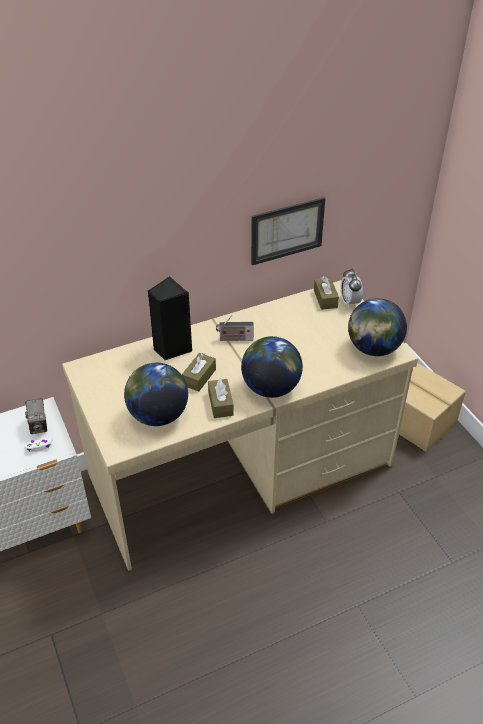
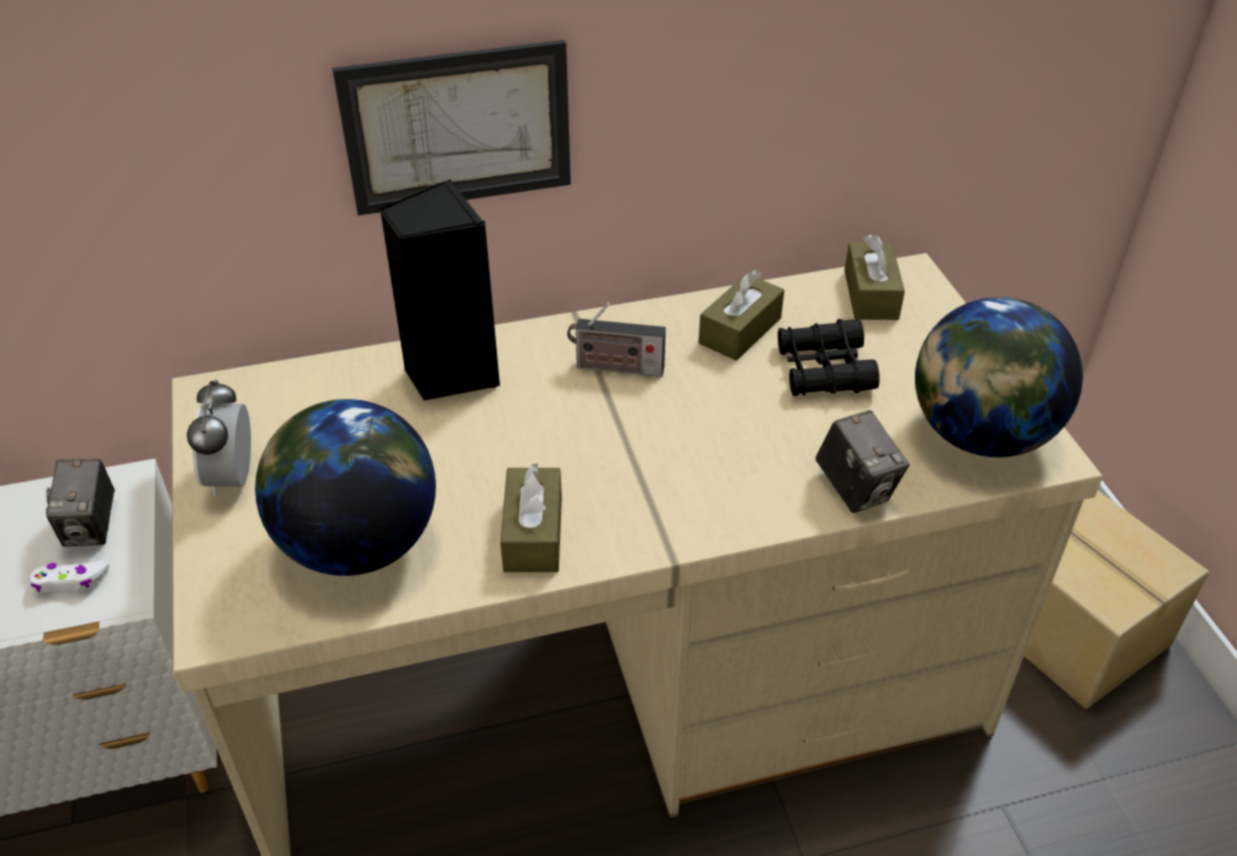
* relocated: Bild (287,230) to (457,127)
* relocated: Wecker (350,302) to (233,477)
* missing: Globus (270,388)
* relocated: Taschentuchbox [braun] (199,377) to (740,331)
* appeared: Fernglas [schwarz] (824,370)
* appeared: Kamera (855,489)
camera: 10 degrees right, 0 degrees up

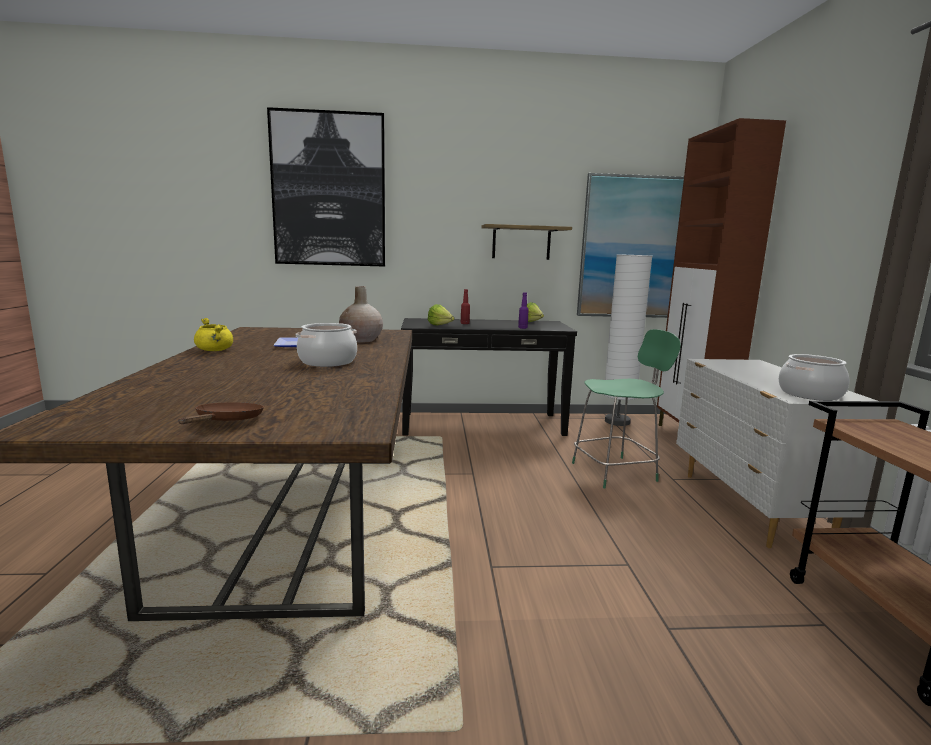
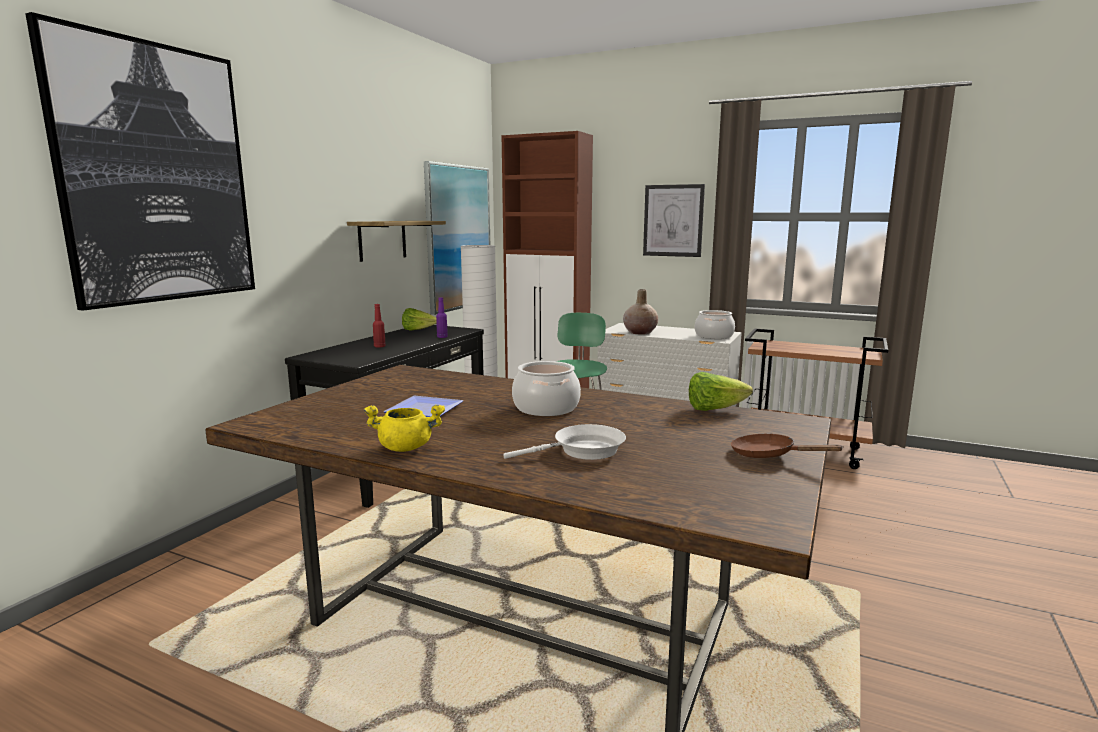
* relocated: Vase [beige] (361,340) to (640,332)
* relocated: Salatkopf (441,326) to (714,409)
* appeared: Bild (673,220)
* appeared: Pfanne [weiß] (583,451)
camera: 60 degrees left, 0 degrees up

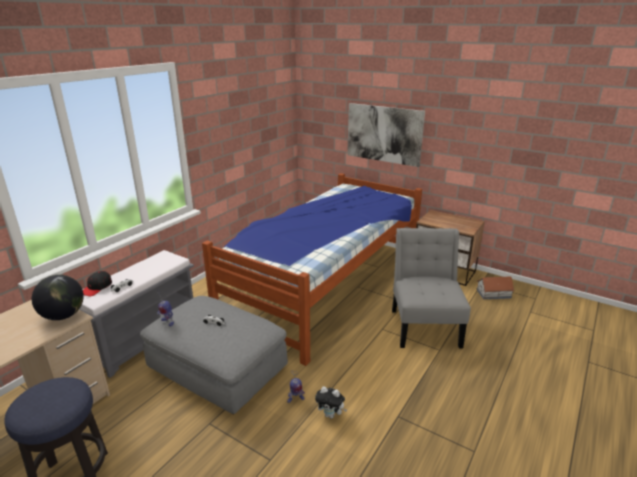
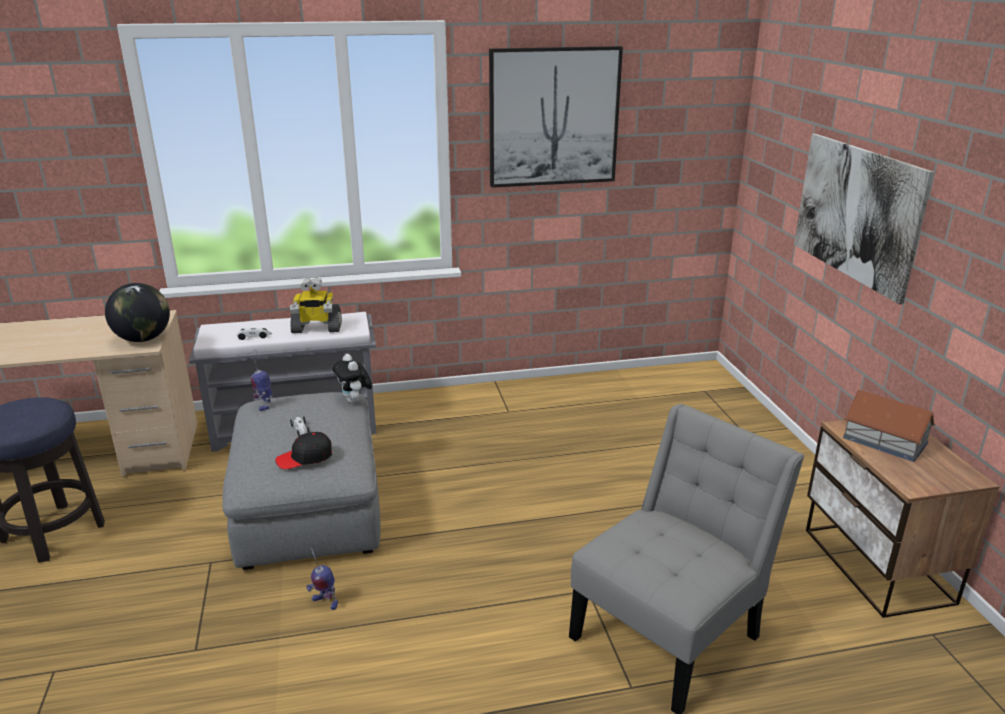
* missing: Bett (325,284)
* relocated: Kappe [schwarz] (97,288) to (305,458)
* relocated: Spielzeughaus (494,293) to (885,441)
* relocated: Plüschtier (330,415) to (355,401)
* appeared: Bild (553,117)
* appeared: Spielzeugroboter (316,328)
camera: 45 degrees right, 0 degrees up

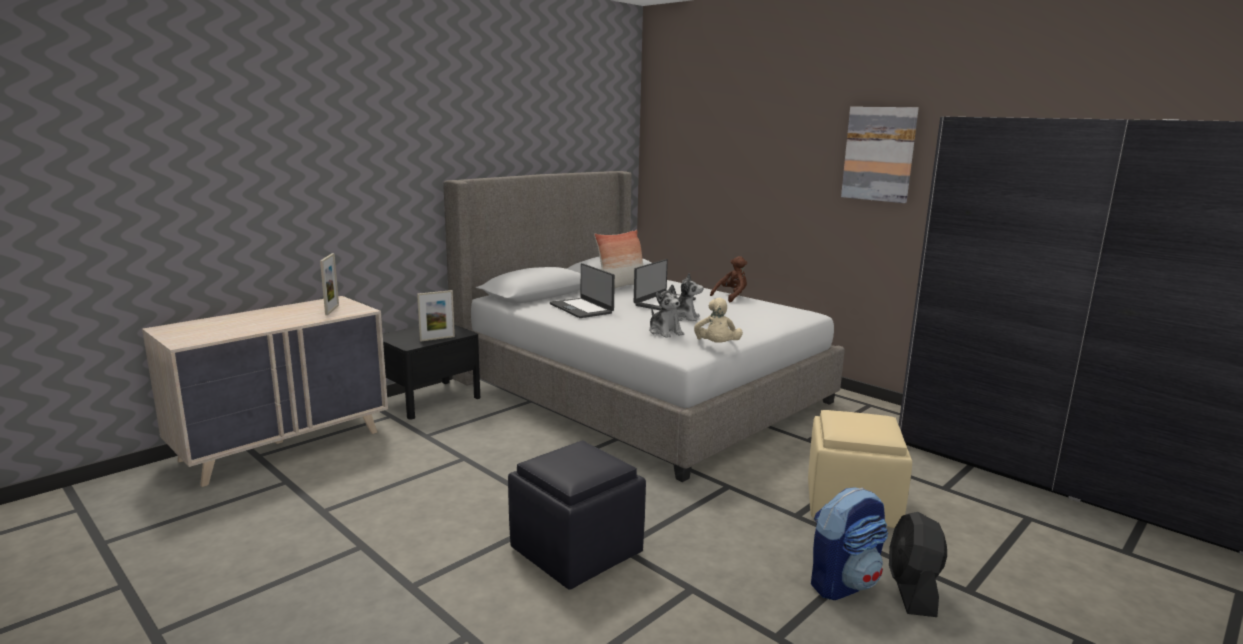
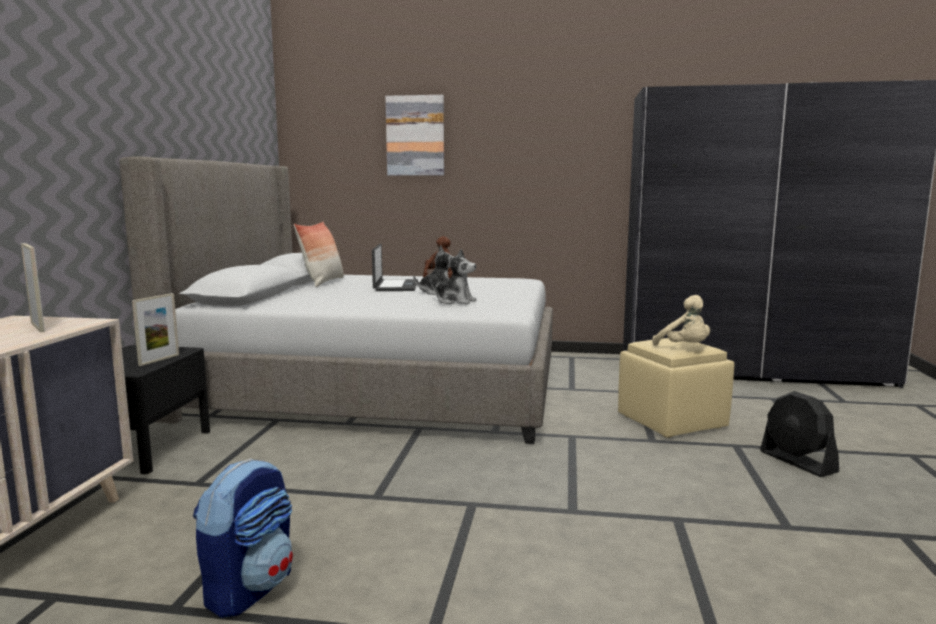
* relocated: Bild (879,154) to (415,136)
* missing: Laptop (582,308)
* relocated: Plüschtier [beige] (717,346) to (684,348)
* missing: Polsterhocker [schwarz] (576,551)
* relocated: Rucksack (844,583) to (250,588)
camera: 35 degrees left, 5 degrees down

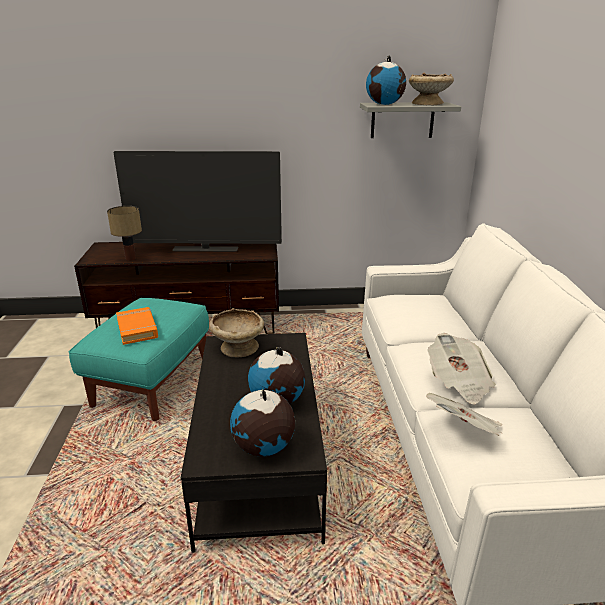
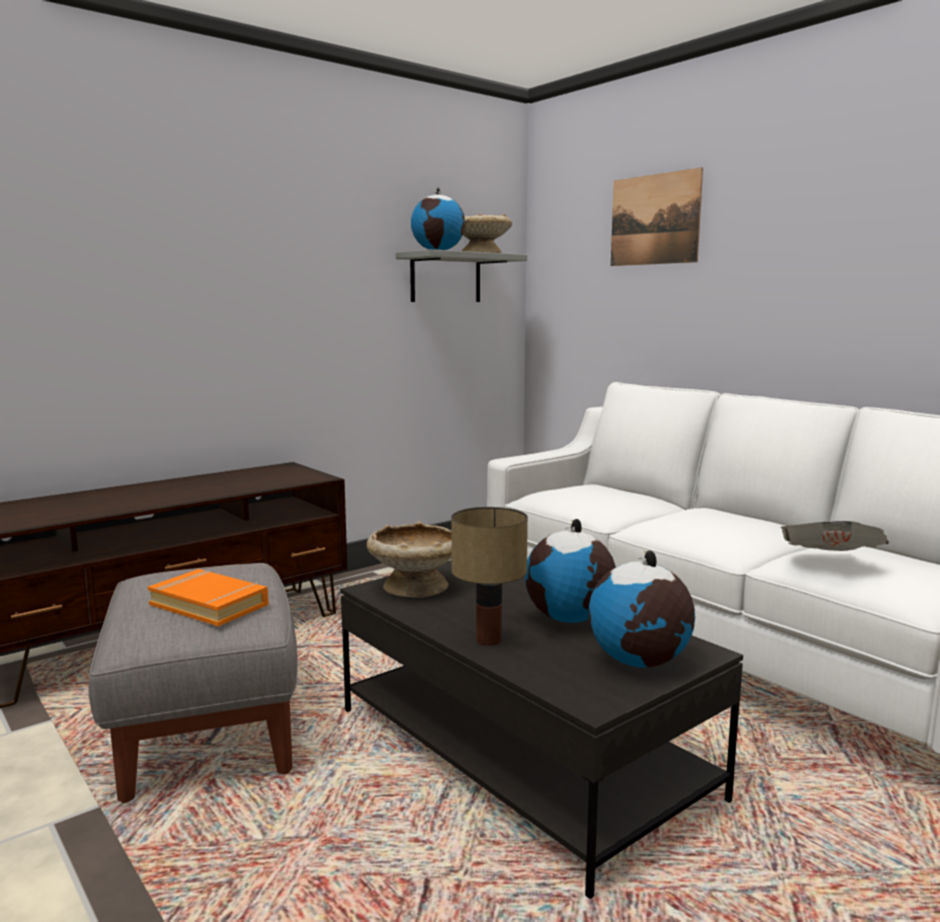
* missing: Fernseher (205,249)
* relocated: Tischlampe (131,258) to (488,639)
* colour: Polsterhocker [türkis] (153,382) to Polsterhocker [grau] (206,728)
* missing: Zeitung (459,383)
* appeared: Bild (654,219)
camera: 35 degrees left, 15 degrees down

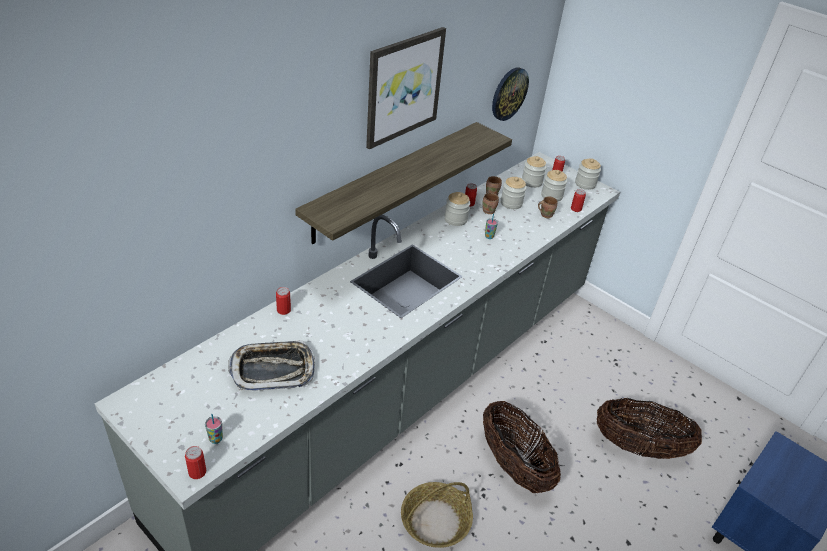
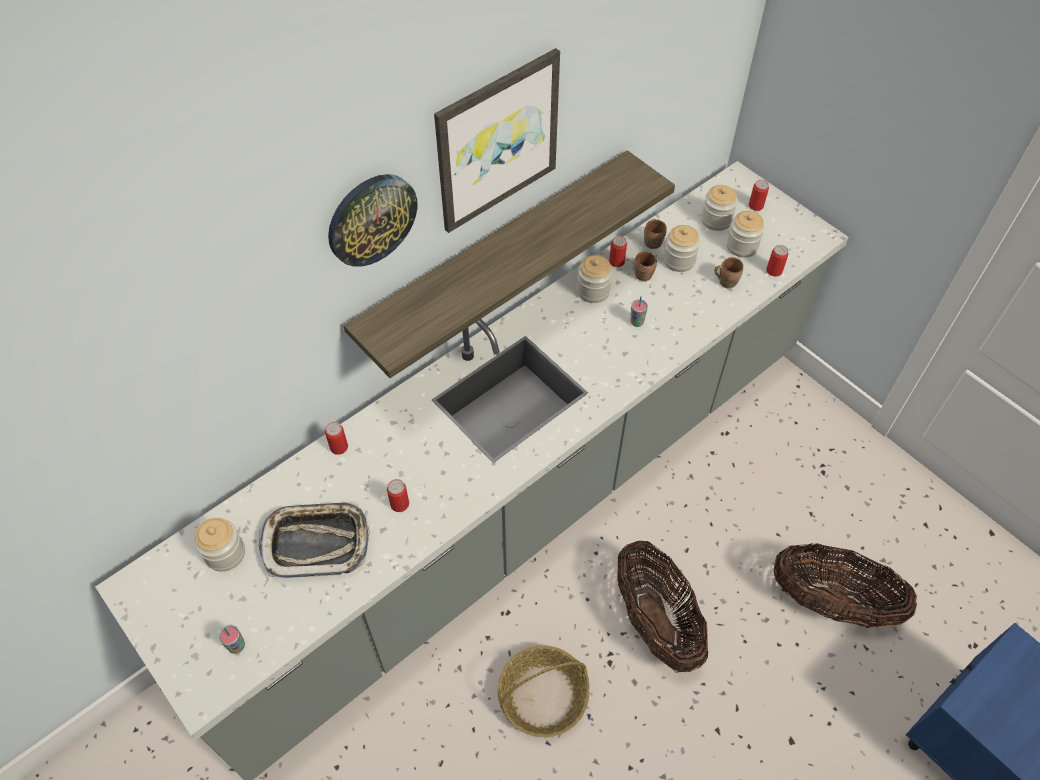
* relocated: Wanduhr (509,93) to (371,219)
* relocated: Vorratsglas (585,184) to (225,553)
* relocated: Dose (197,472) to (399,504)
camera: 10 degrees right, 15 degrees up

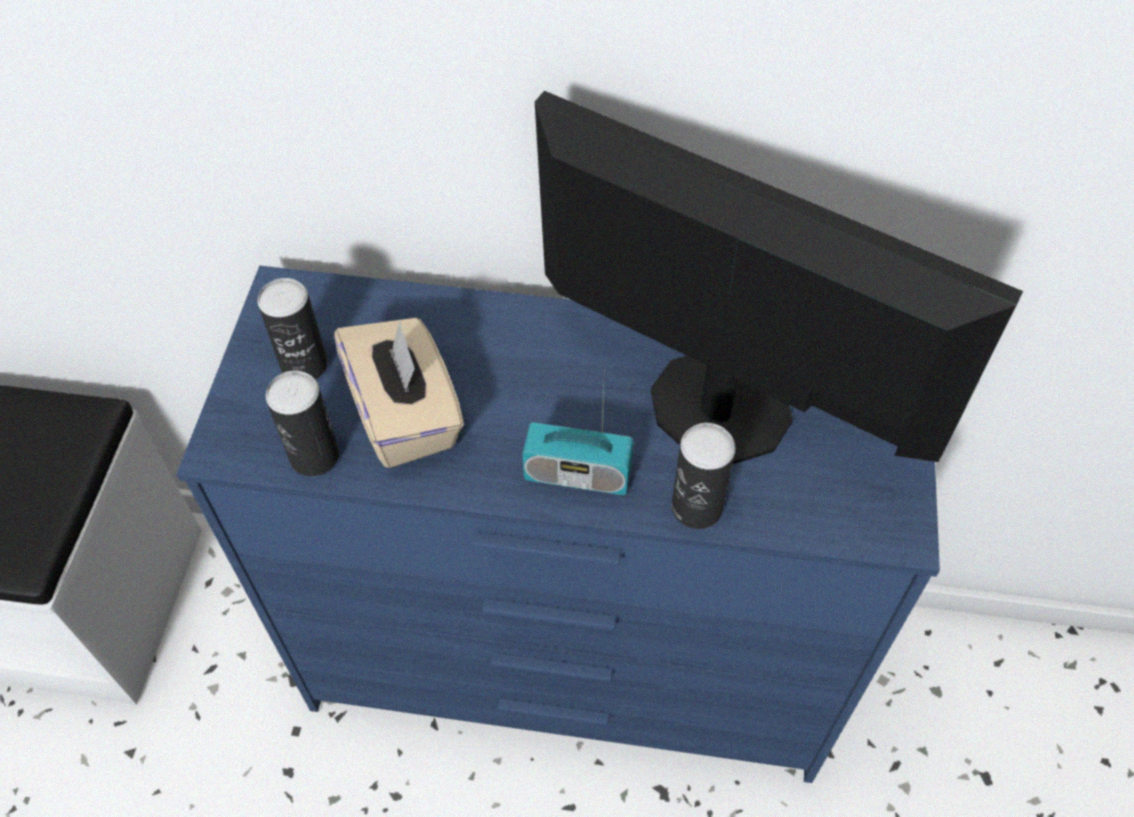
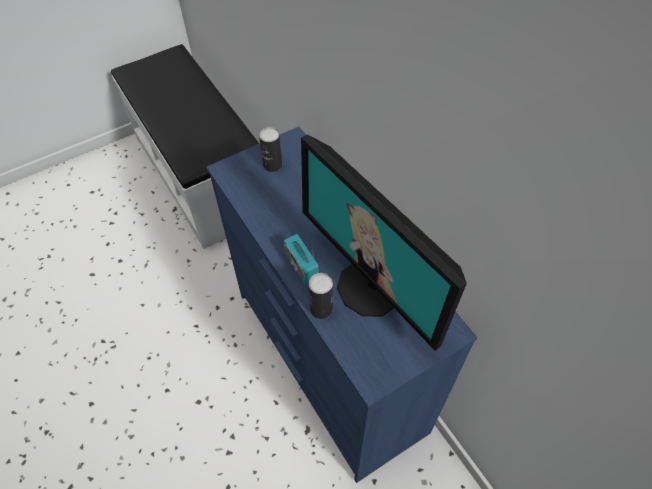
* spun: Monitor (718,408) = (370,288) 150 degrees clockwise
* missing: Taschentuchbox [beige] (406,415)
* missing: Dose (314,456)
camera: 50 degrees right, 0 degrees up

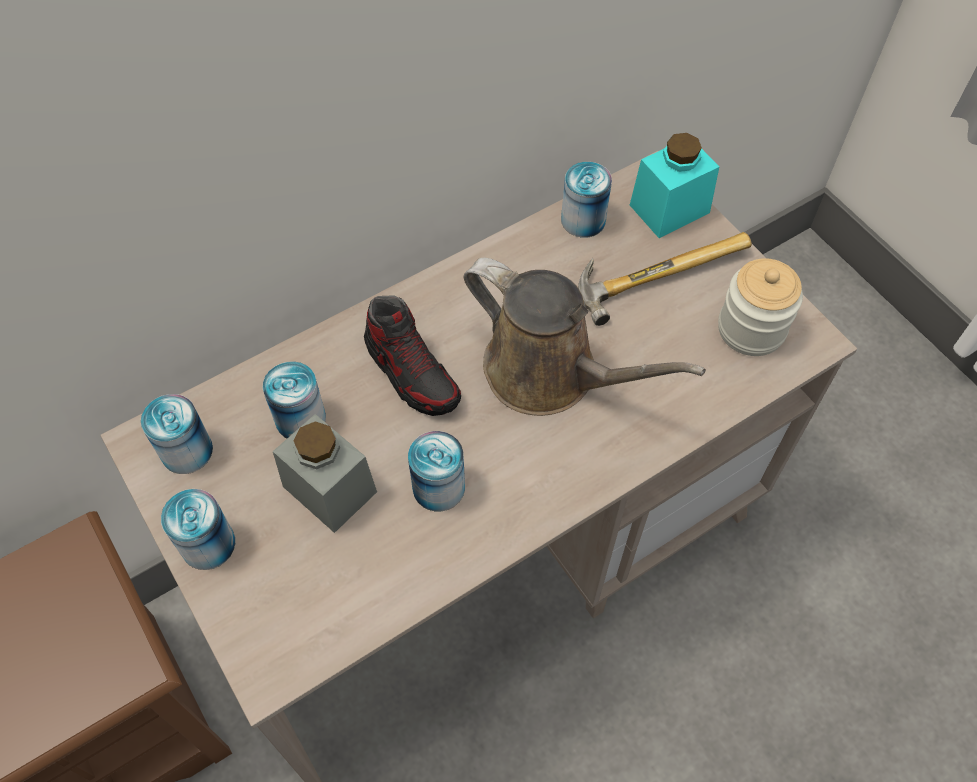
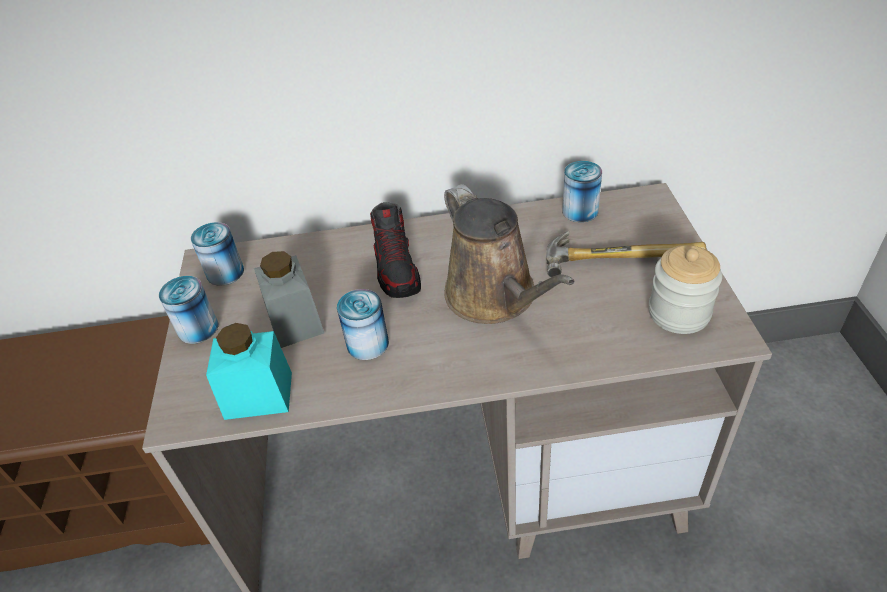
* relocated: Vorratsglas [türkis] (669,209) to (258,395)
* missing: Dose (300,418)
camera: 30 degrees right, 15 degrees down

